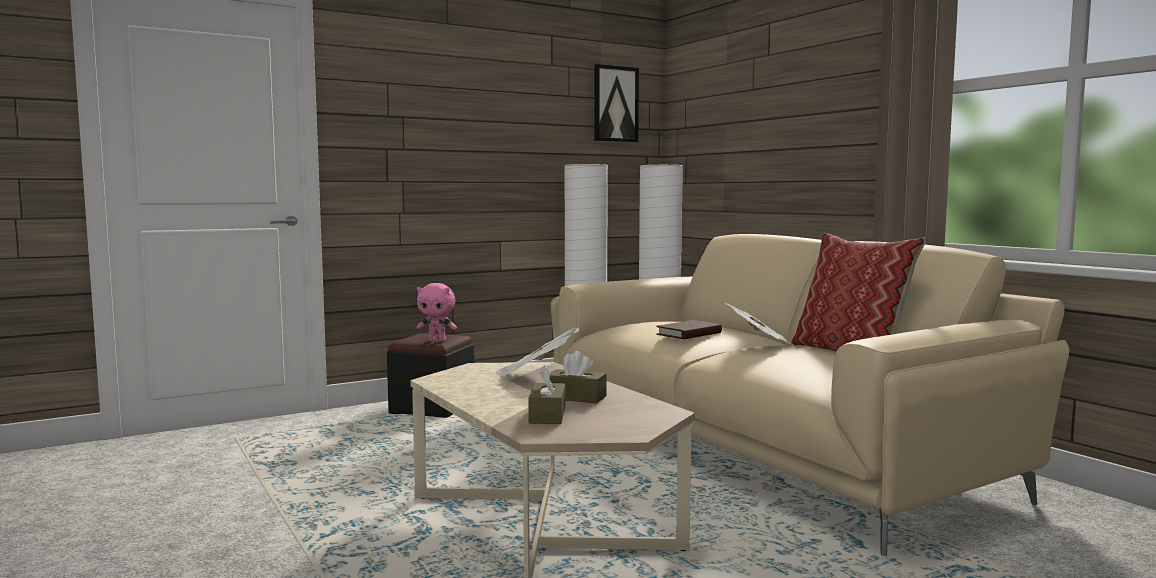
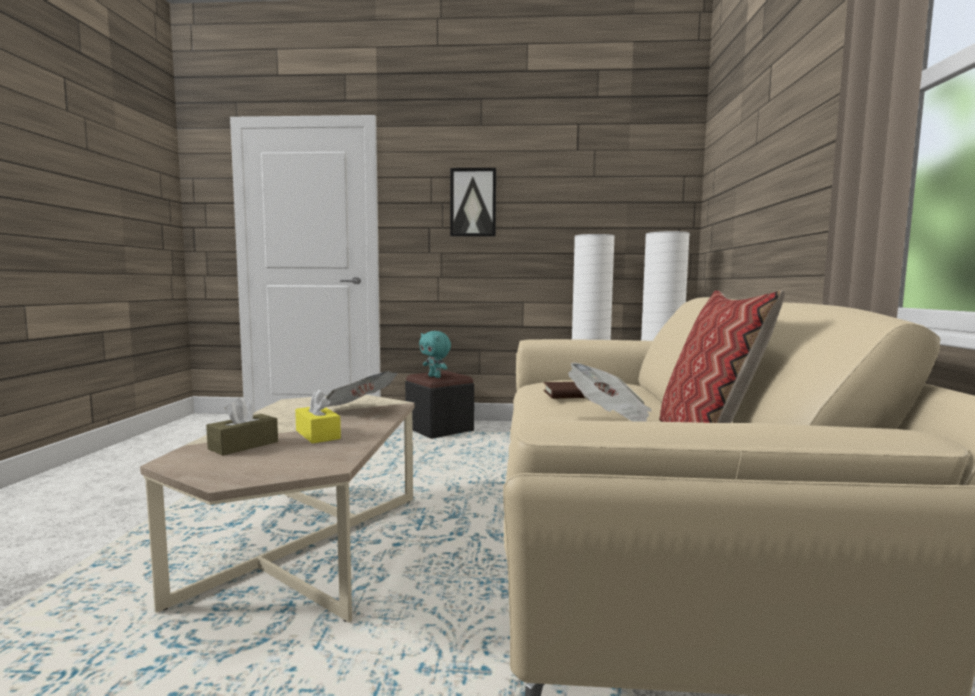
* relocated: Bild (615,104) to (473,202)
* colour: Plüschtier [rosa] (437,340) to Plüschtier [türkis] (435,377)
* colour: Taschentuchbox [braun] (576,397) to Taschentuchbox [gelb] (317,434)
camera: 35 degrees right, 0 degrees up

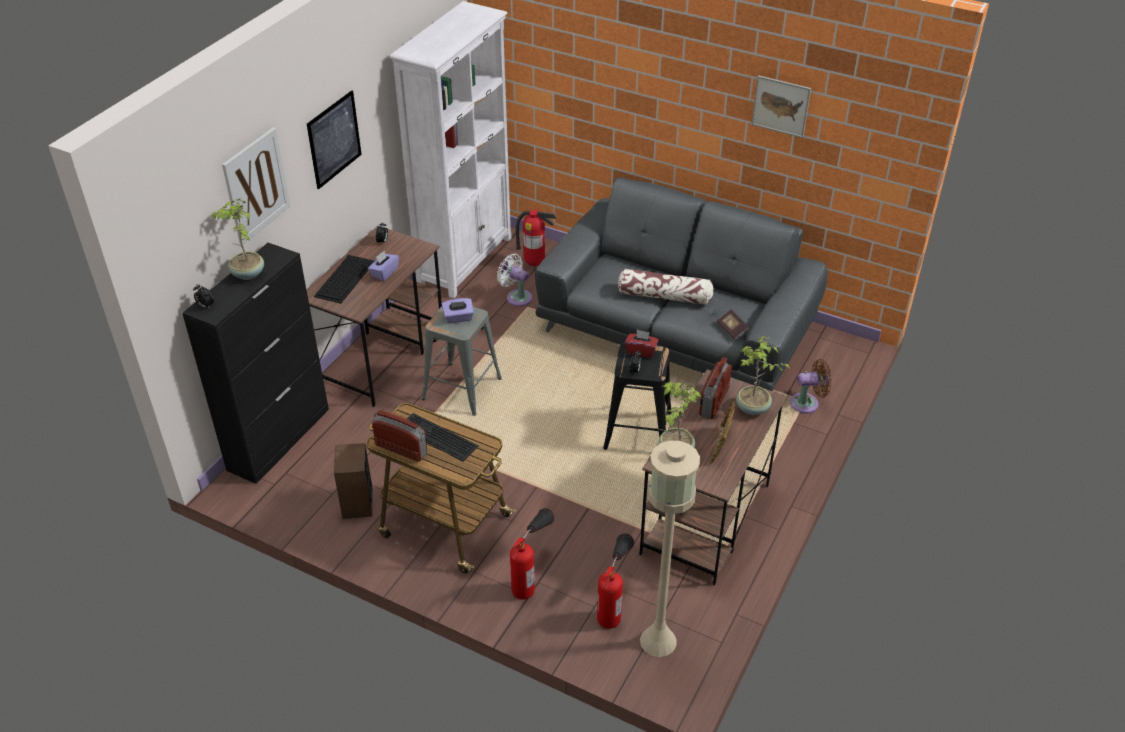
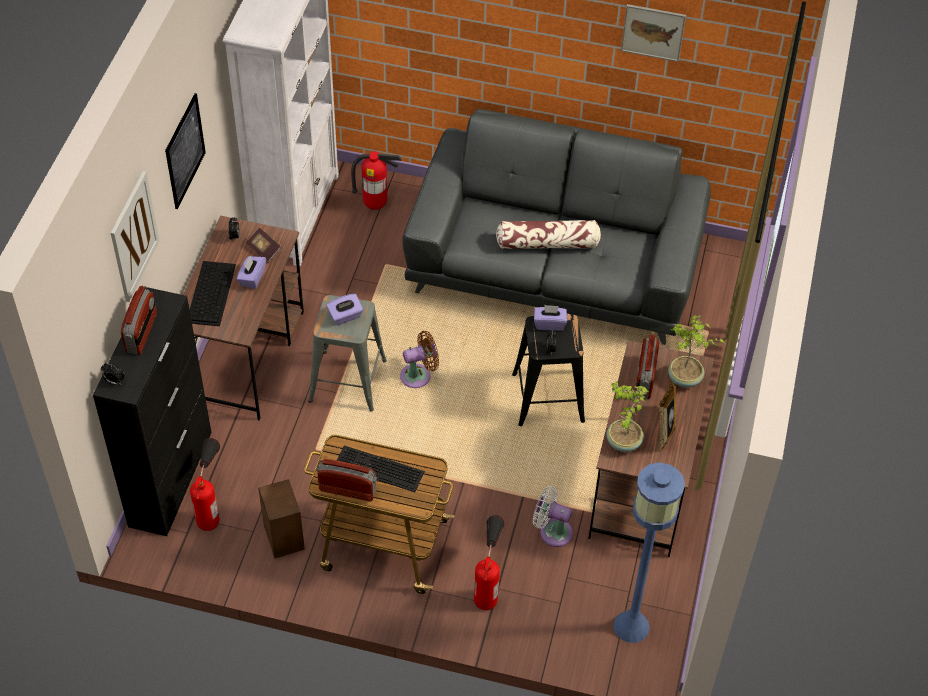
* exchanged: Topfpflanze (247,274) to Radio (142,333)
* relocated: Ventilator [weiß] (517,297) to (552,531)
* relocated: Buch (732,329) to (264,250)
* colour: Taschentuchbox [rot] (641,351) to Taschentuchbox [lila] (549,324)
* relocated: Ventilator [braun] (807,403) to (419,375)
* colour: Stehlampe [beige] (658,641) to Stehlampe [blau] (632,626)
* relocated: Feuerlöscher (614,601) to (211,503)
camera: 15 degrees left, 10 degrees up

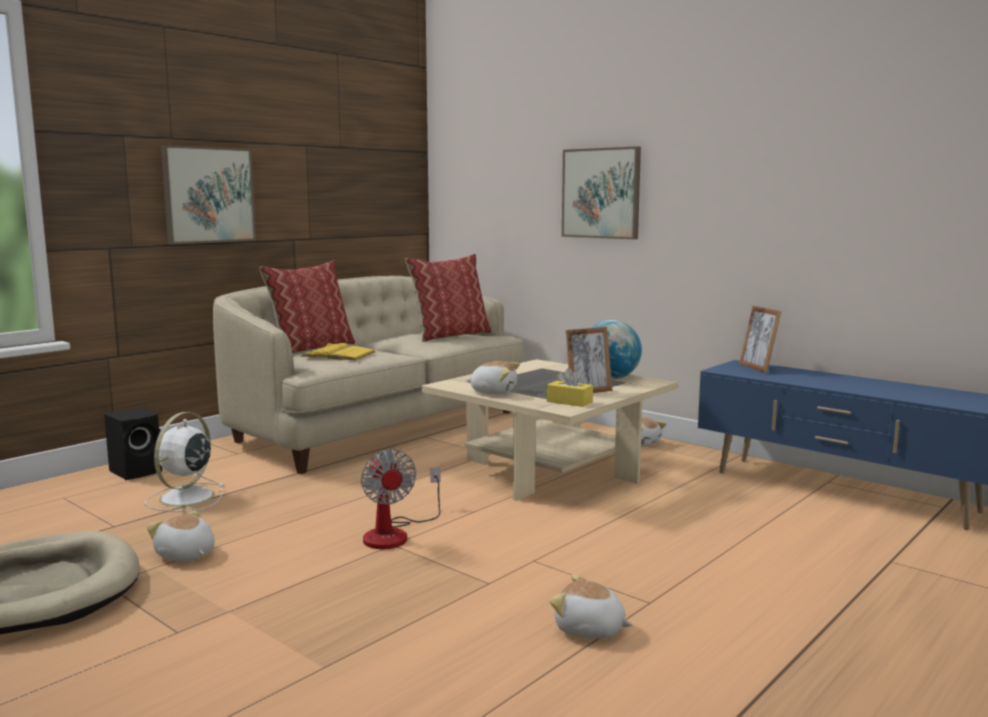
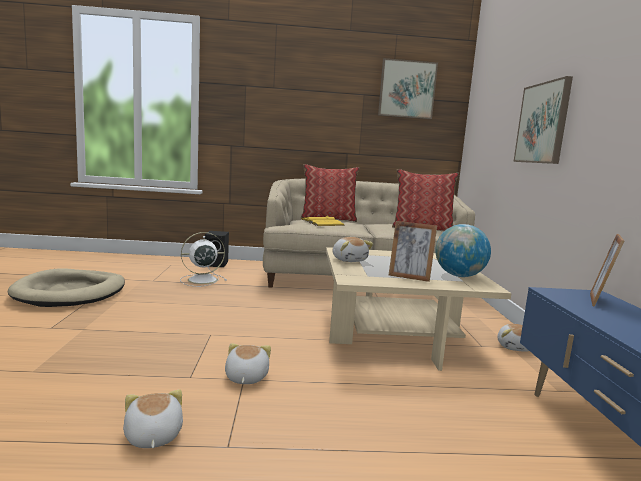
* relocated: Bild (208,195) to (407,89)
* missing: Taschentuchbox [gelb] (569,402)
* missing: Ventilator (395,534)
* relocated: Plüschtier (185,555) to (245,377)
camera: 45 degrees right, 0 degrees up

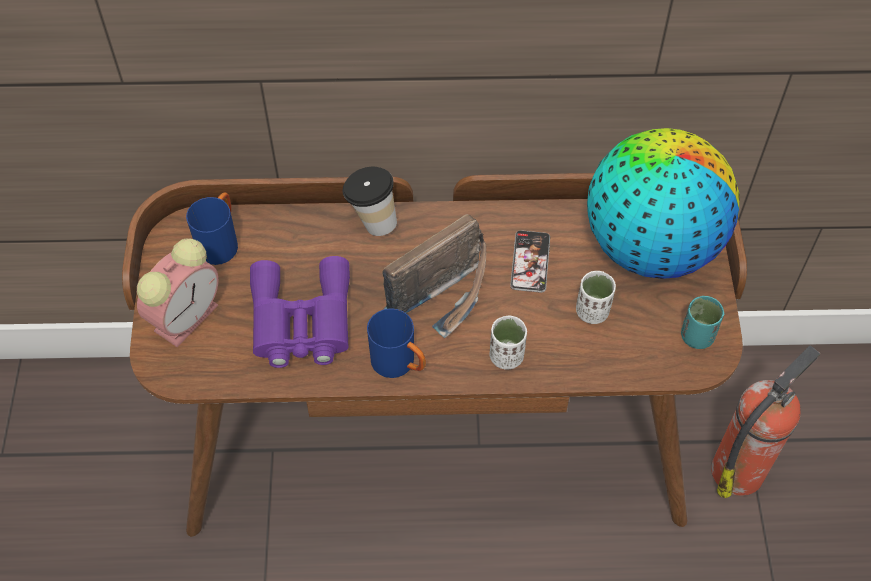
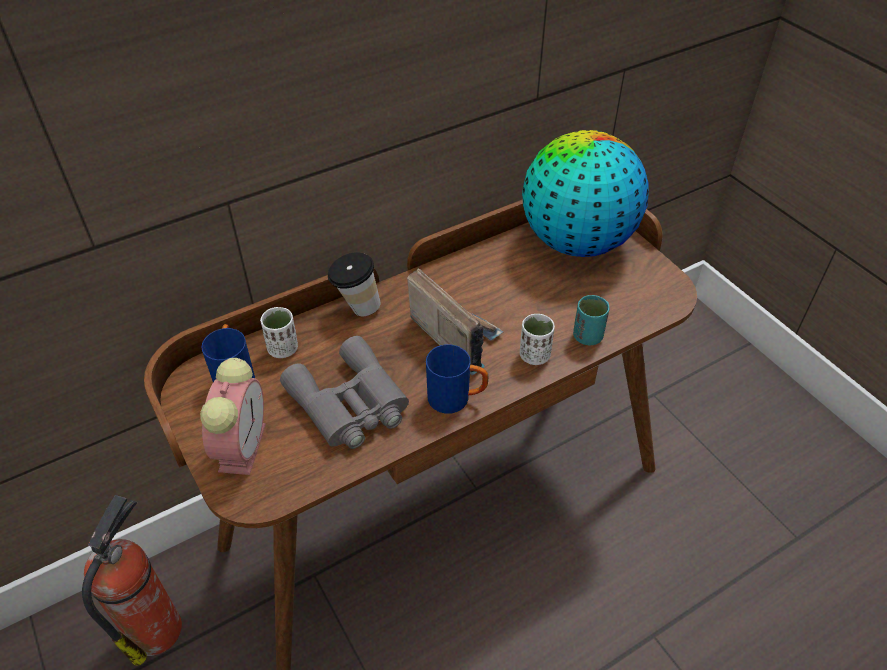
* spun: Radio (445,296) = (455,335) 60 degrees counterclockwise
* missing: Handy (530,262)
* colour: Fernglas [lila] (301,322) to Fernglas [grau] (350,404)
* relocated: Tasse [weiß] (592,311) to (283,349)
* relocated: Tasse [türkis] (697,336) to (587,336)
* relocated: Feuerlöscher (739,469) to (157,627)
camera: 30 degrees left, 10 degrees down

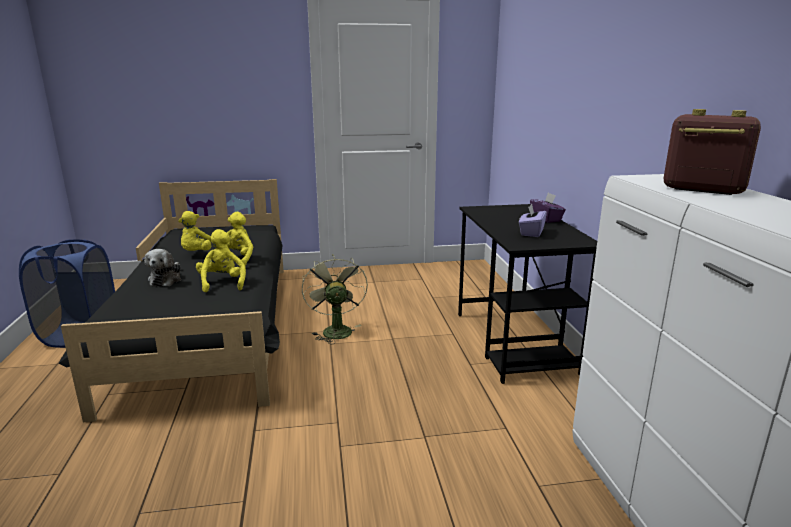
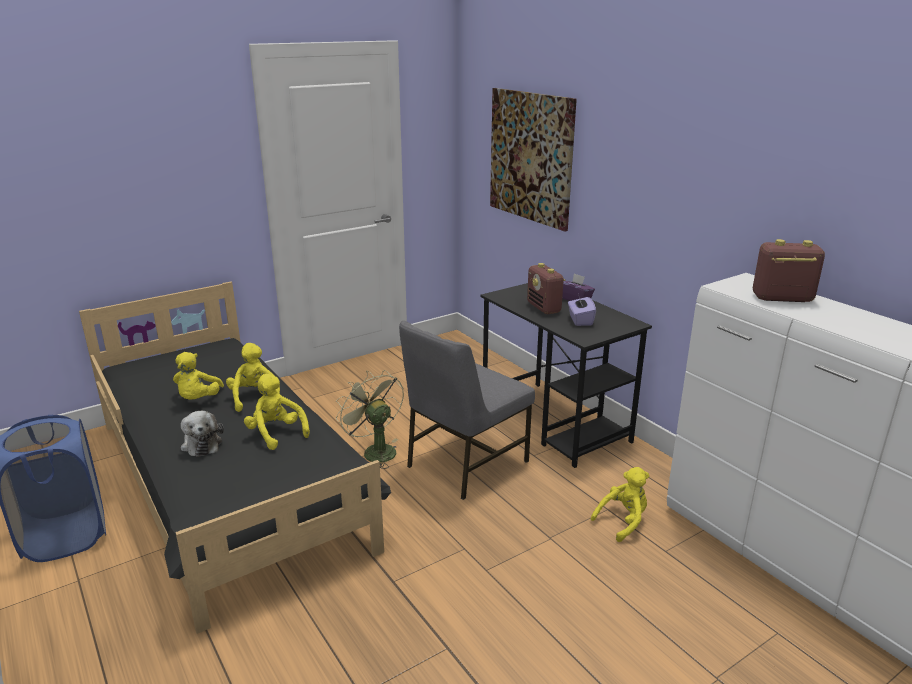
* appeared: Bild (531,157)
* appeared: Radio (544,308)
* appeared: Stuhl [grau] (465,463)
* appeared: Plüschtier [gelb] (623,521)
camera: 25 degrees left, 5 degrees up

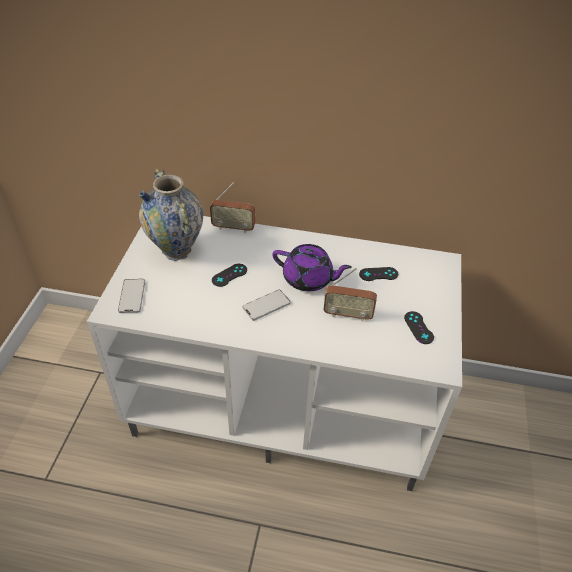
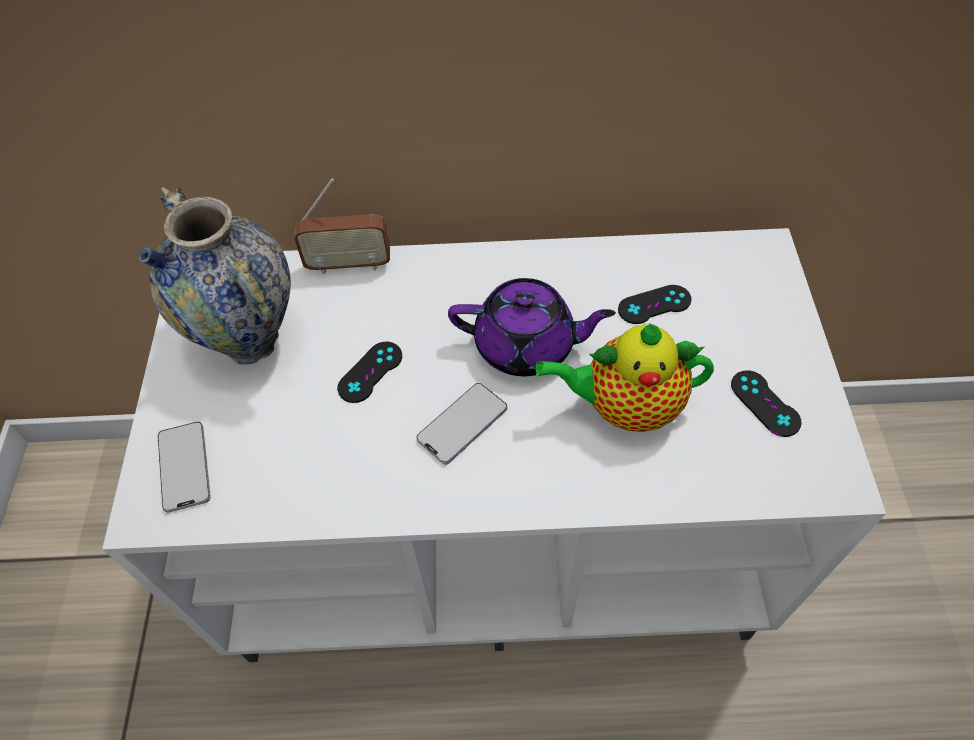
* exchanged: Radio (348,315) to Teekanne (624,407)
camera: 10 degrees left, 10 degrees up

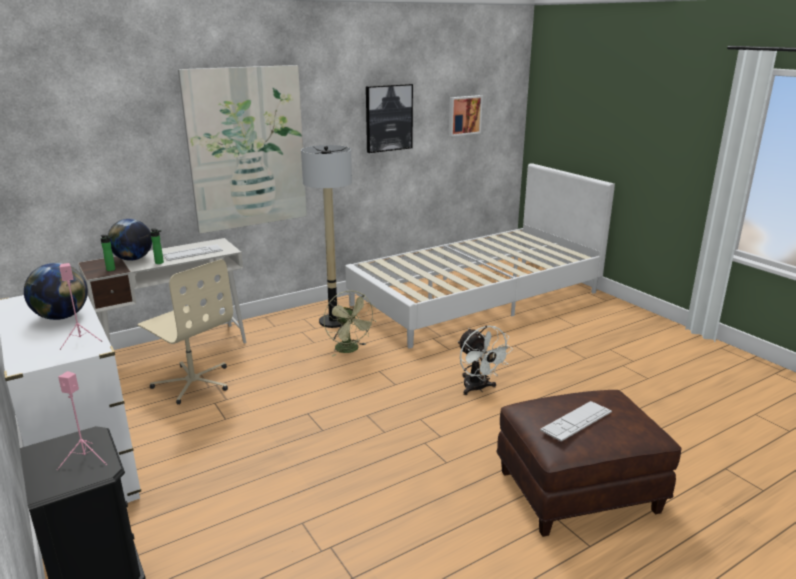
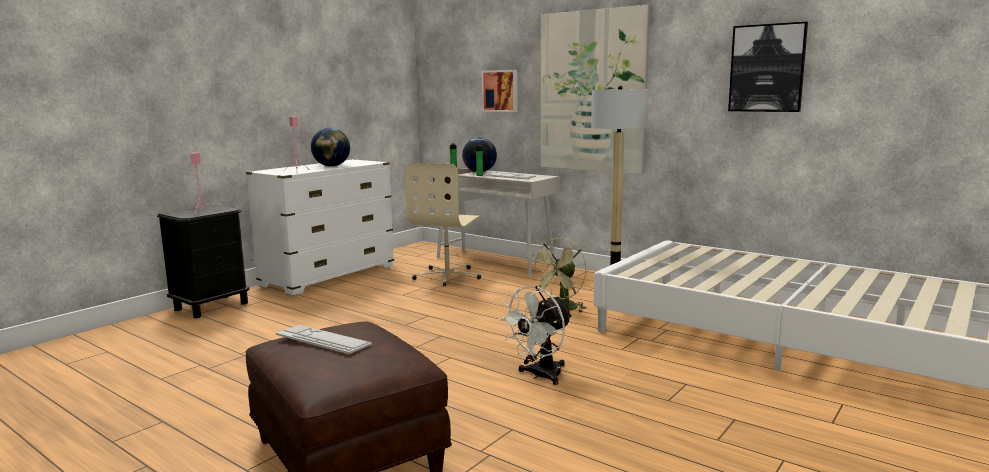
* relocated: Bild (464,115) to (500,91)
camera: 70 degrees right, 10 degrees down

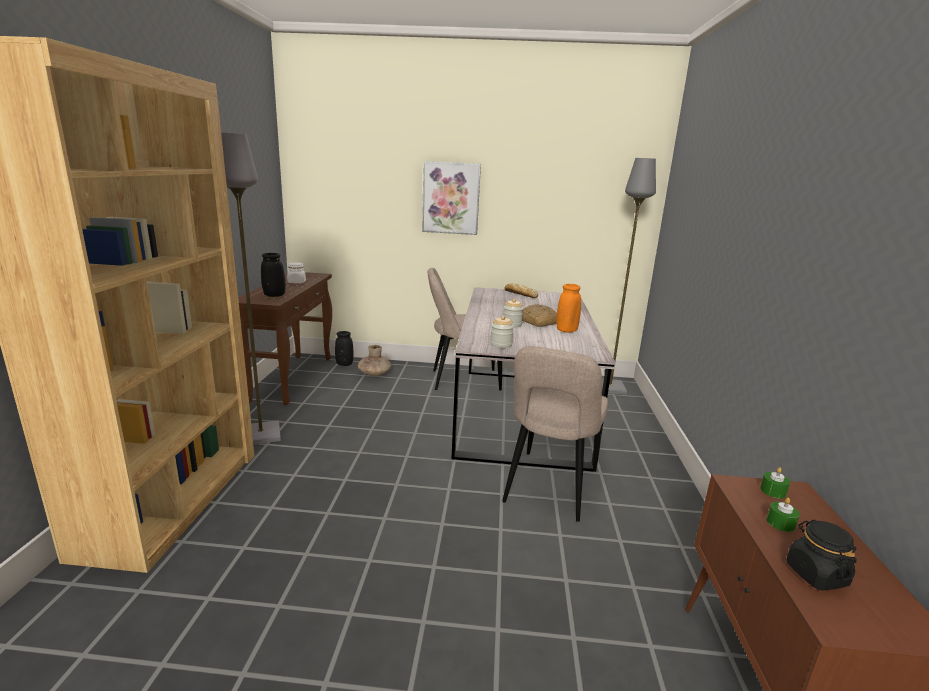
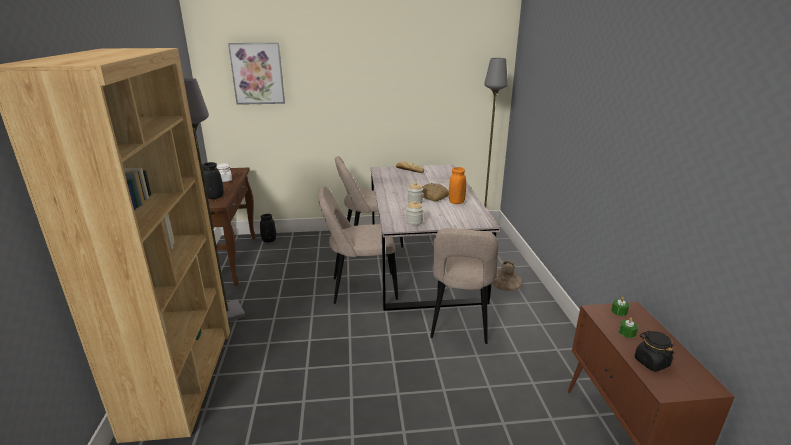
* relocated: Bild (451,198) to (257,73)
* relocated: Vase [braun] (374,373) to (505,287)
* appeared: Stuhl [beige] (360,289)
camera: 10 degrees left, 5 degrees up

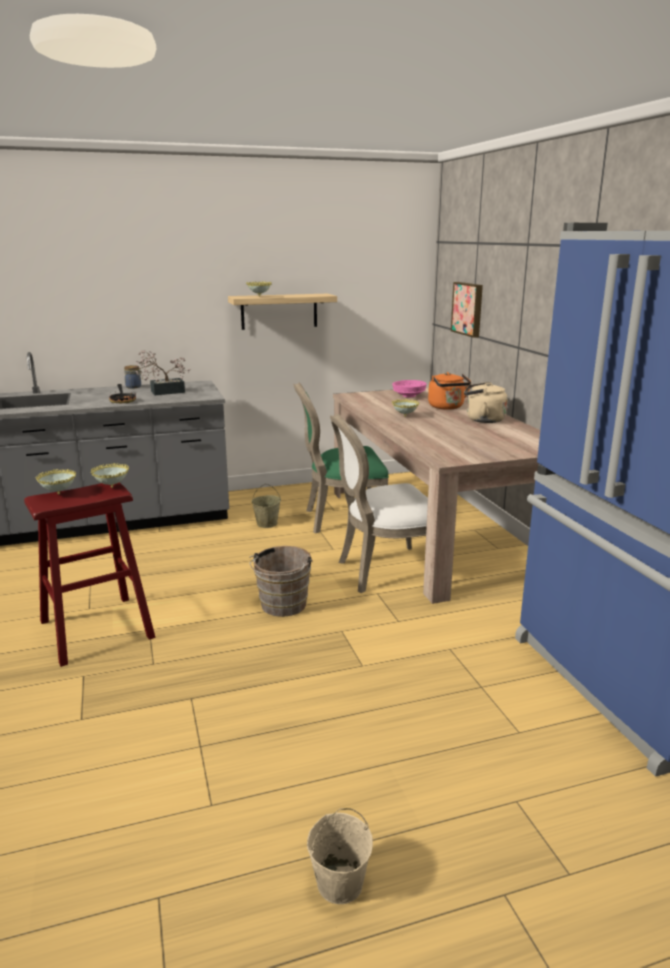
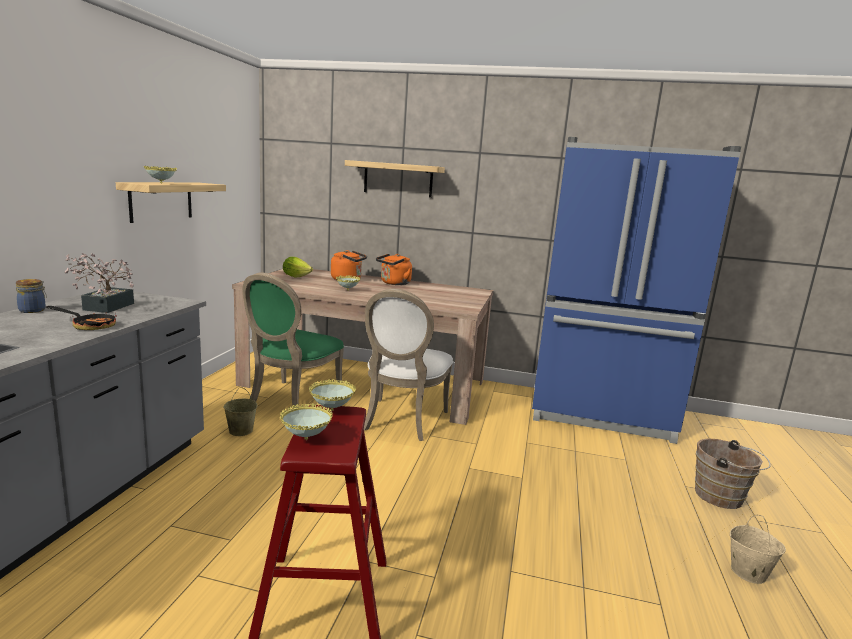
* missing: Bild (468,309)
* exchanged: Schüssel [rosa] (409,396) to Salatkopf (296,276)
* colour: Wasserkessel [beige] (482,420) to Wasserkessel [orange] (394,283)
* relocated: Eimer [braun] (282,607) to (722,498)
* appeared: Wandregal (398,179)
camera: 60 degrees left, 5 degrees down

